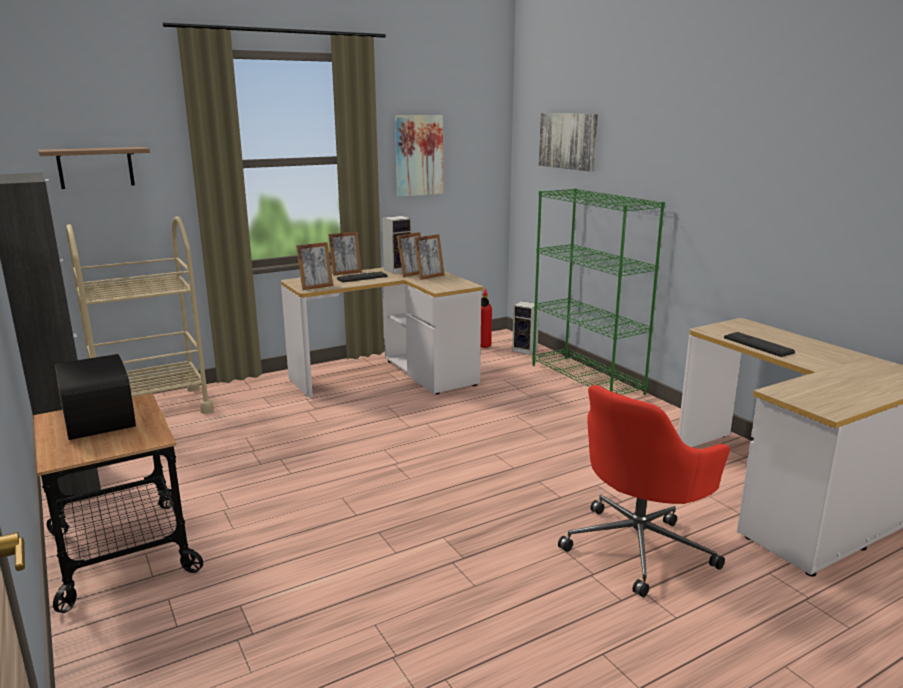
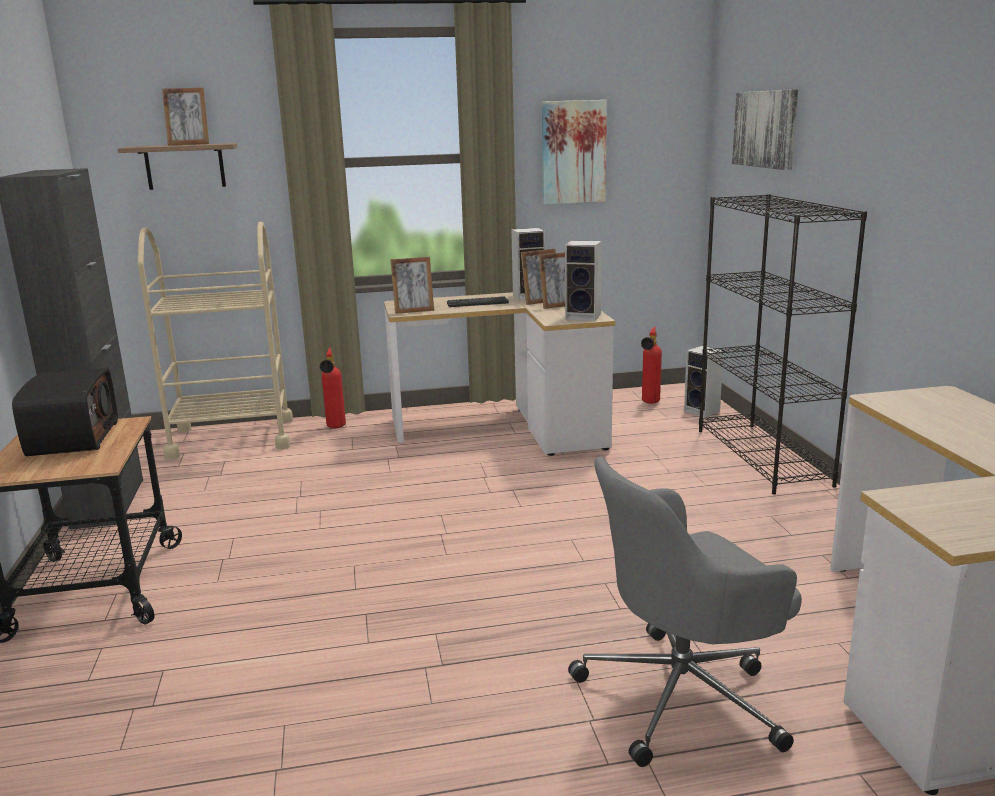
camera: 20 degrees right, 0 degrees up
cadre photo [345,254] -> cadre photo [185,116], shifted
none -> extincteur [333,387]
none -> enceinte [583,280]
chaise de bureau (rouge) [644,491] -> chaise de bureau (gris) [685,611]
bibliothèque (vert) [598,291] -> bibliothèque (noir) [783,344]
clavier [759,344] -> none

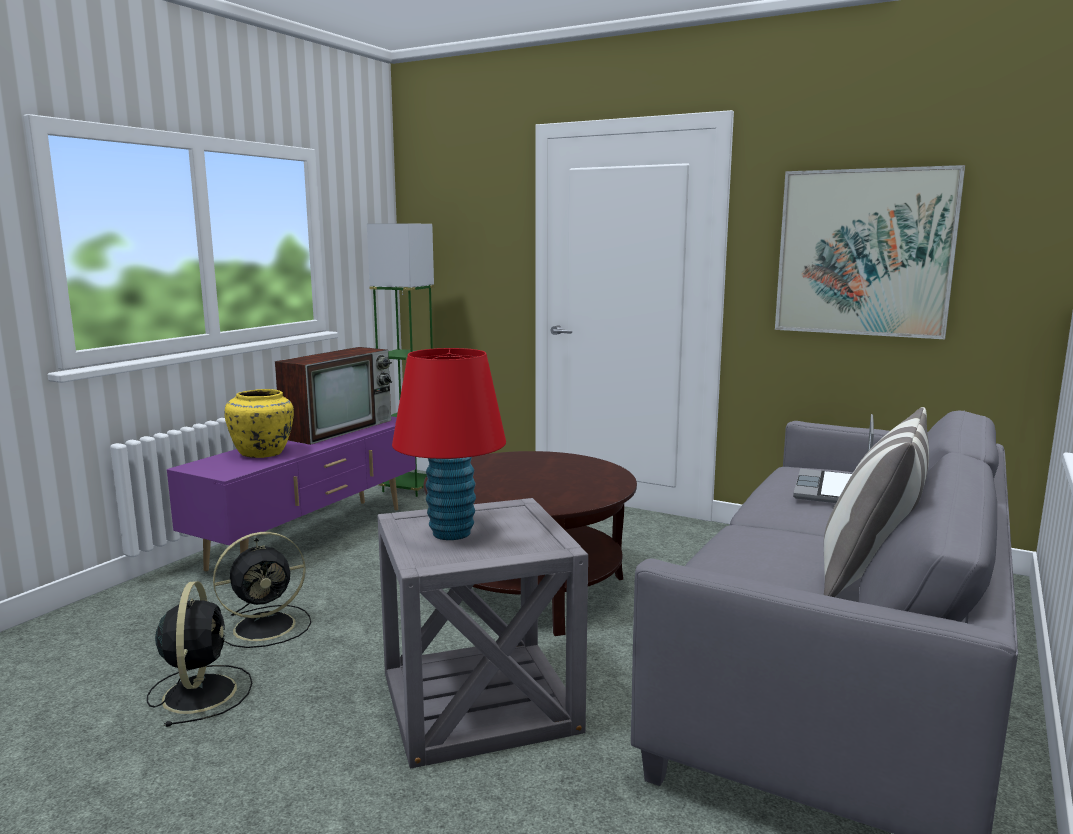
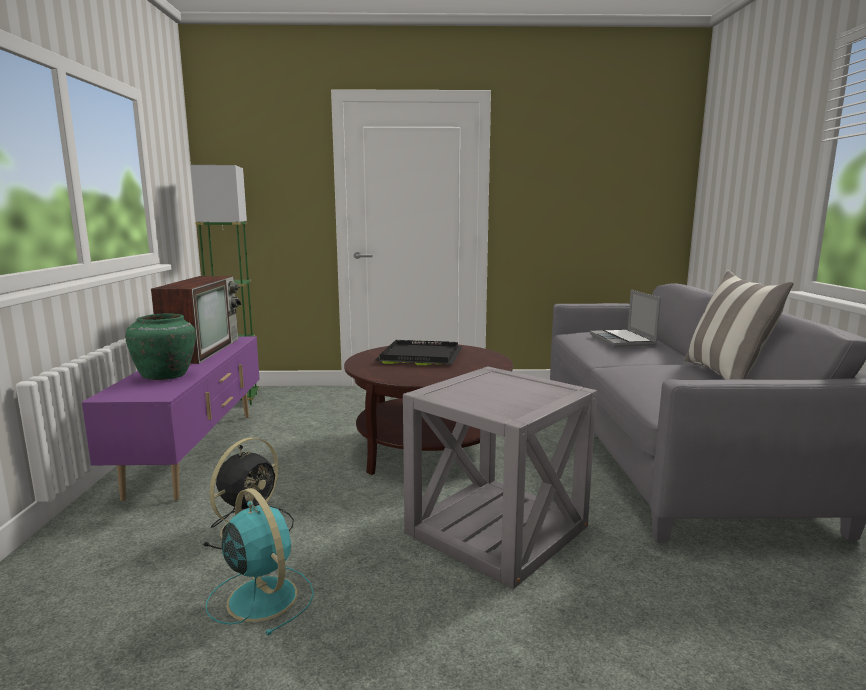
camera: 30 degrees left, 0 degrees up
vase (jaune) [259,423] -> vase (vert) [160,346]
ventilateur (noir) [199,654] -> ventilateur (turquoise) [260,561]
none -> plateau (noir) [418,352]
lampe de table (rouge) [449,444] -> none
tableau [870,252] -> none

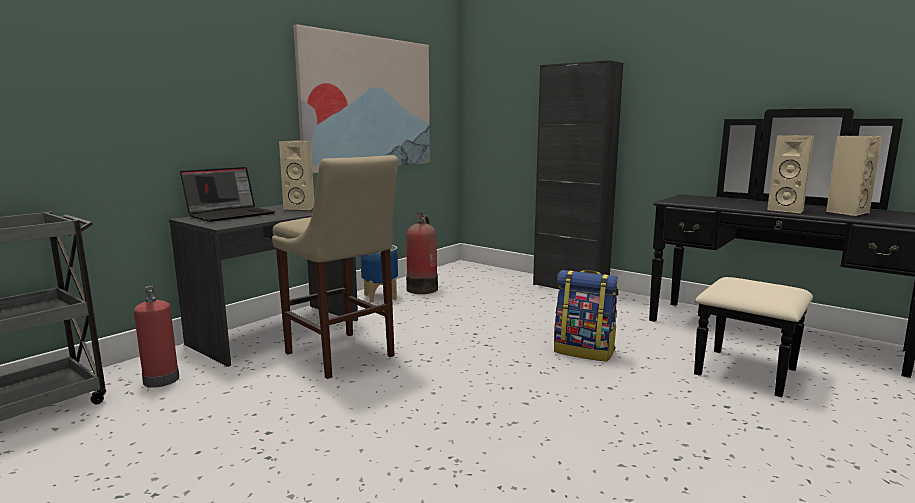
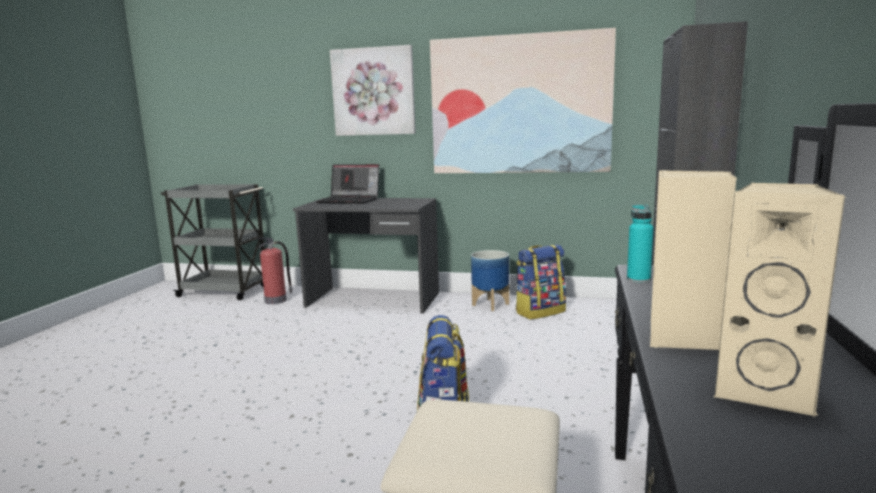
camera: 65 degrees right, 0 degrees up
none -> tableau [373,90]
extincteur [422,253] -> sac à dos [541,282]
none -> bouteille (turquoise) [640,244]
tabouret (beige) [335,267] -> none
enceinte (beige) [296,175] -> none

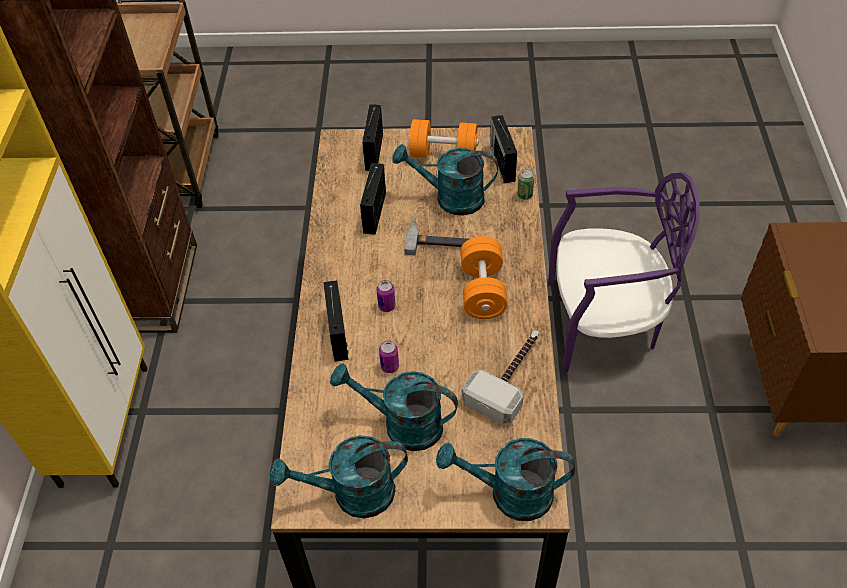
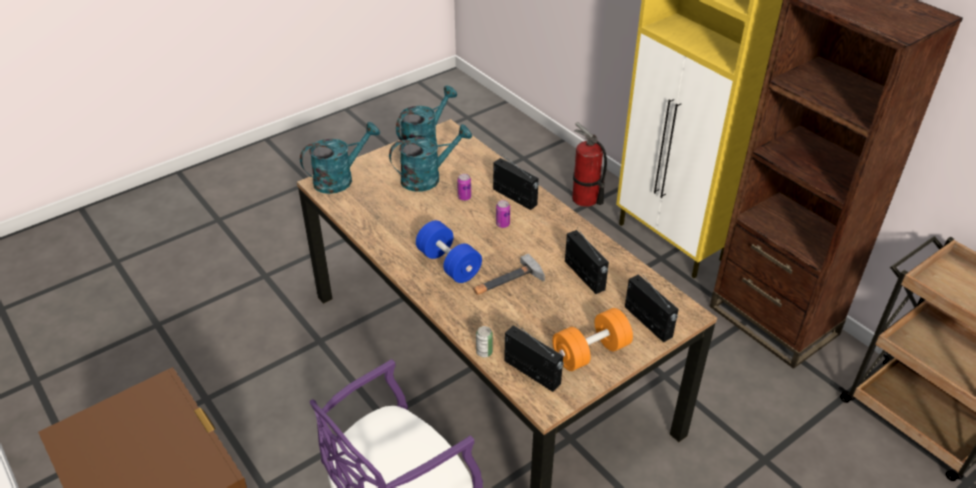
camera: 140 degrees right, 10 degrees down
haltère (orange) [483,277] -> haltère (bleu) [449,251]
none -> extincteur [589,164]
arrosoir (turquoise) [445,180] -> none
marteau [500,377] -> none

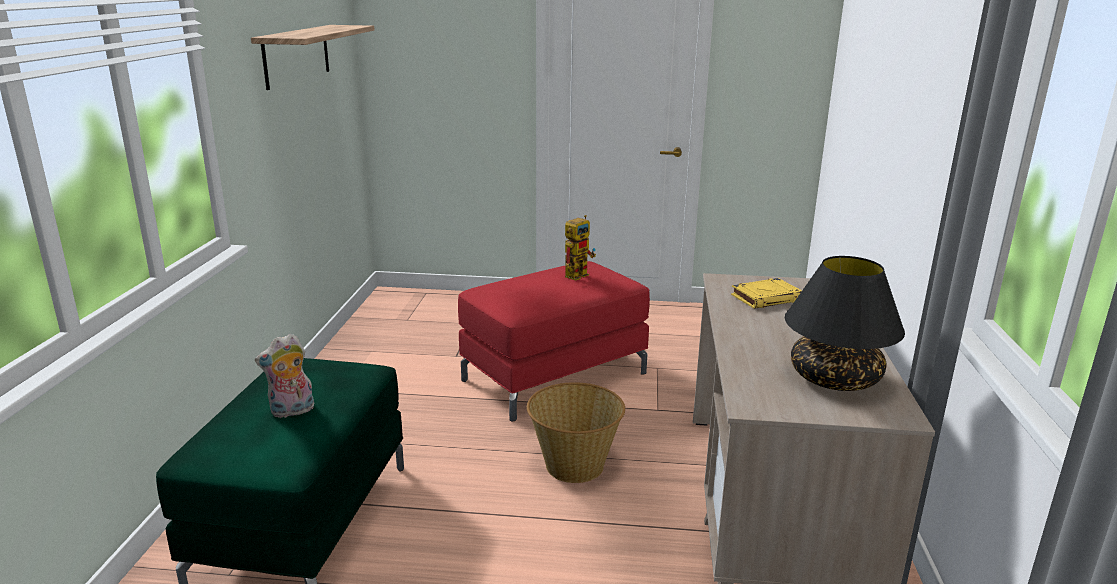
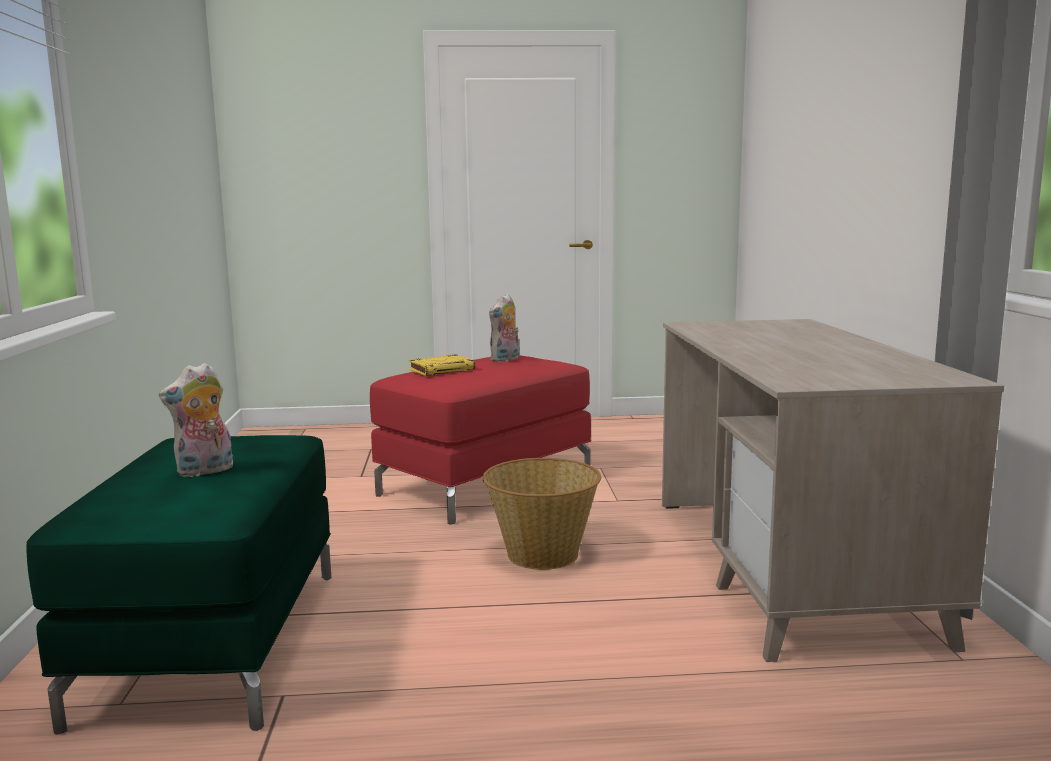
camera: 10 degrees left, 10 degrees down
livre (jaune) [766,293] -> livre (jaune) [441,365], shifted
robot jouet [580,248] -> peluche [504,328]
étagère [313,57] -> none
lampe de table (noir) [845,323] -> none

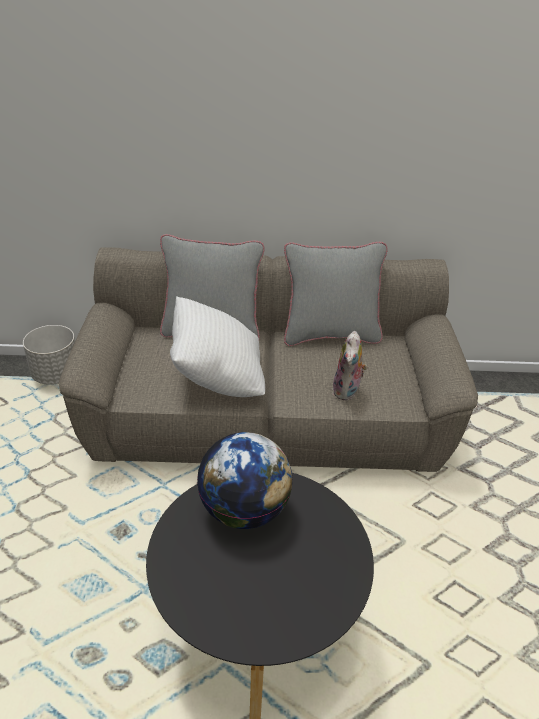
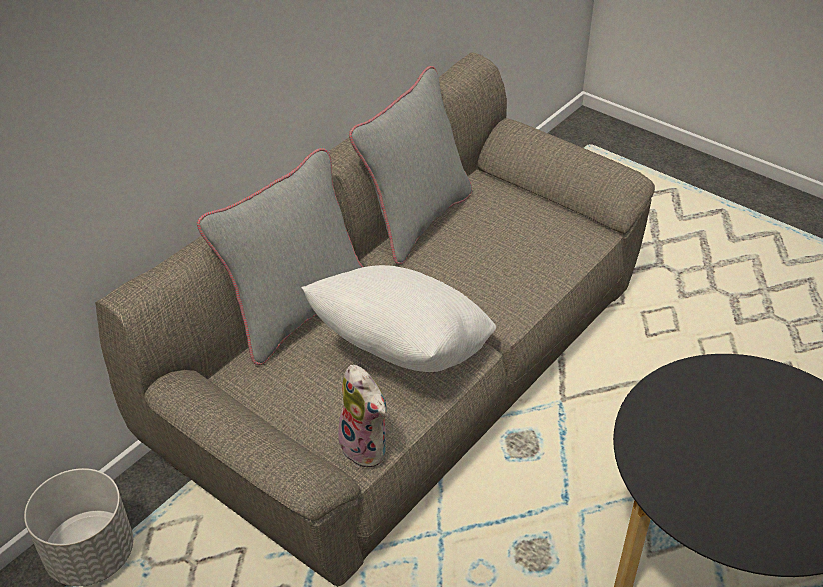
camera: 50 degrees left, 5 degrees up
peluche [349,366] -> peluche [360,416], shifted
globe [245,480] -> none

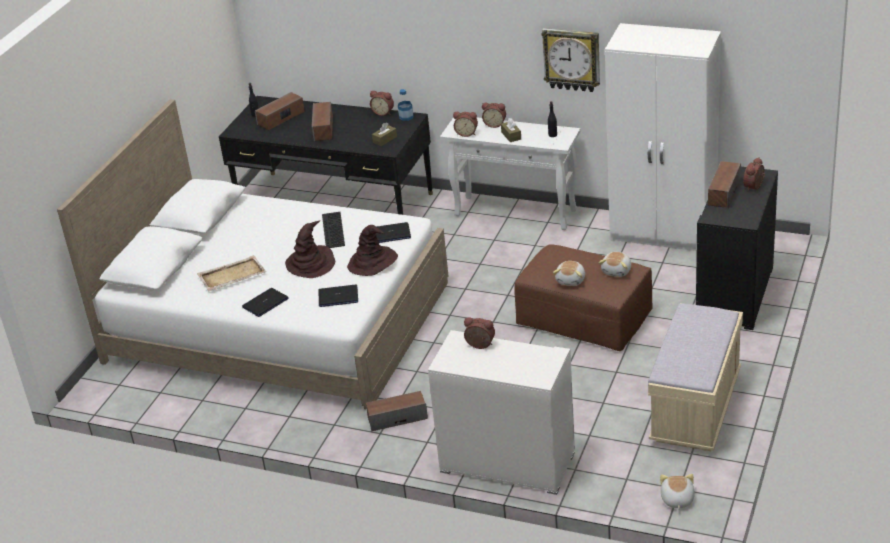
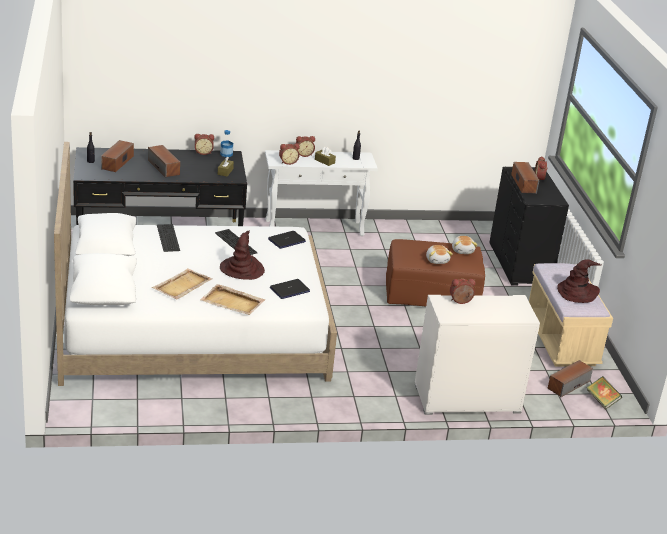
camera: 35 degrees left, 5 degrees down
none -> clavier [168,238]
ordinateur portable [265,302] -> plateau (beige) [232,299]
enceinte [397,411] -> enceinte [570,378], shifted
chapeau (marron) [372,250] -> chapeau (marron) [579,281], shifted
peluche [677,492] -> livre [604,392]
horloge murale [570,60] -> none
armoire (blanc) [663,137] -> none

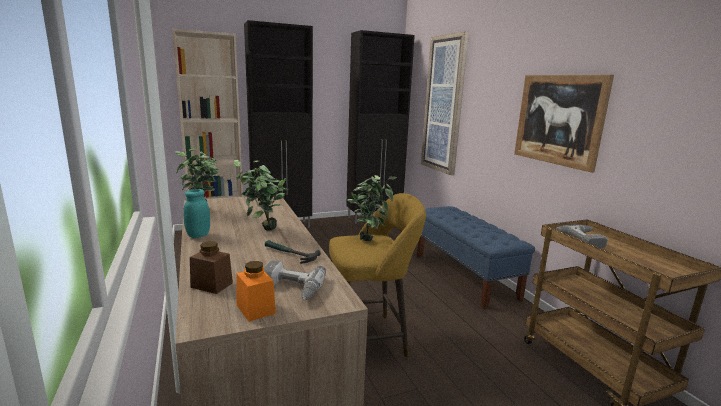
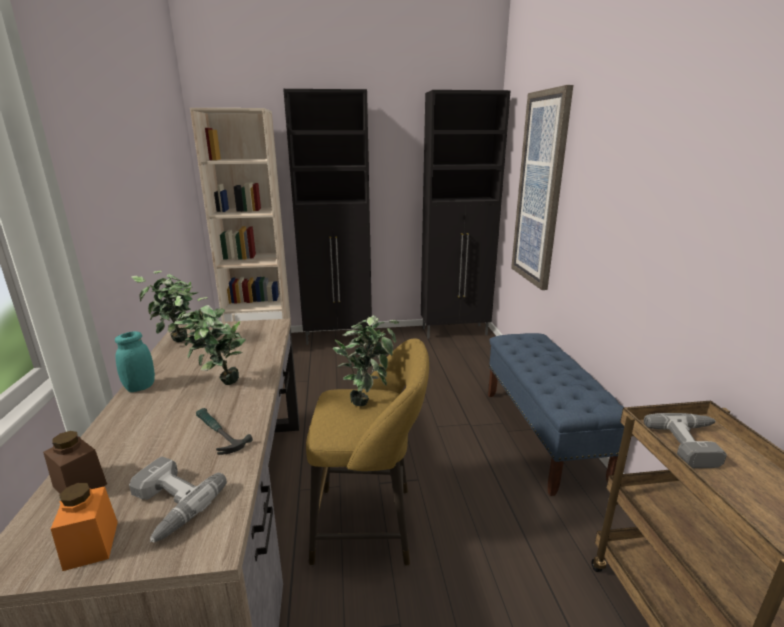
camera: 15 degrees right, 5 degrees up
tableau [564,124] -> none

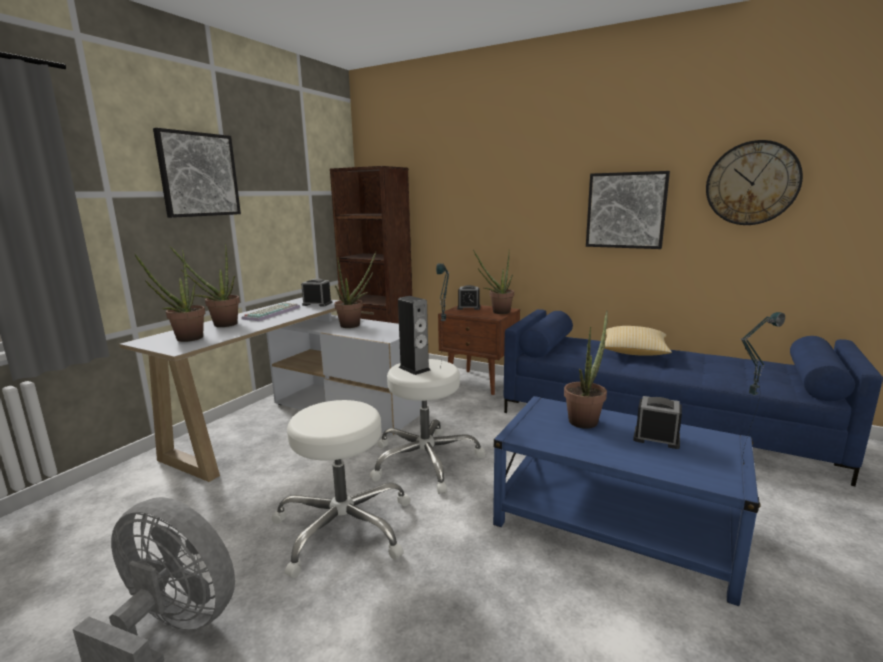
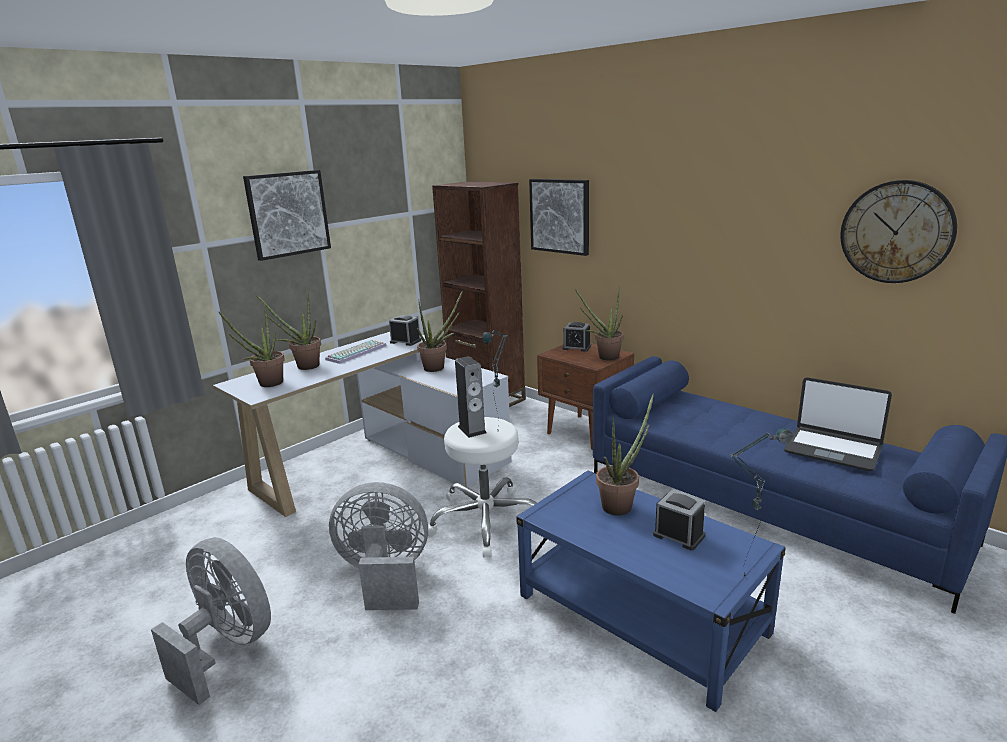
camera: 15 degrees right, 5 degrees up
tabouret (blanc) [341,489] -> ventilateur (gris) [378,546]
tableau [628,210] -> tableau [559,217], shifted
none -> ordinateur portable [838,424]
coussin [638,341] -> none

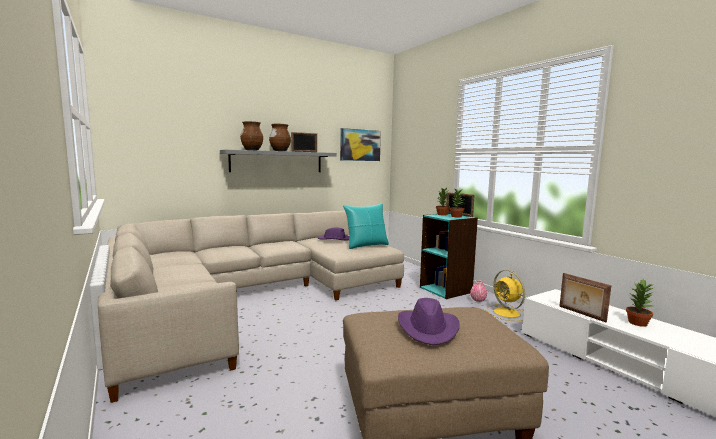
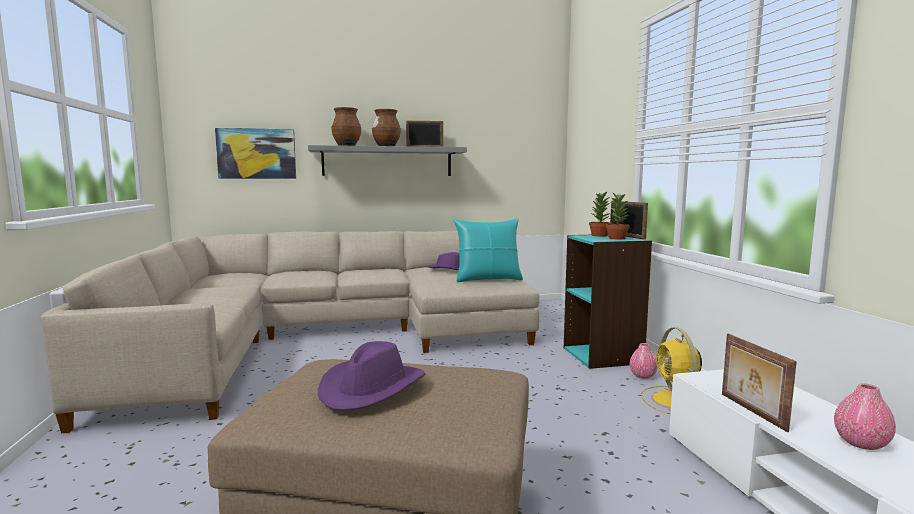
camera: 20 degrees right, 0 degrees up
tableau [360,144] -> tableau [255,153], shifted
plante en pot [639,303] -> vase (rose) [865,416]

